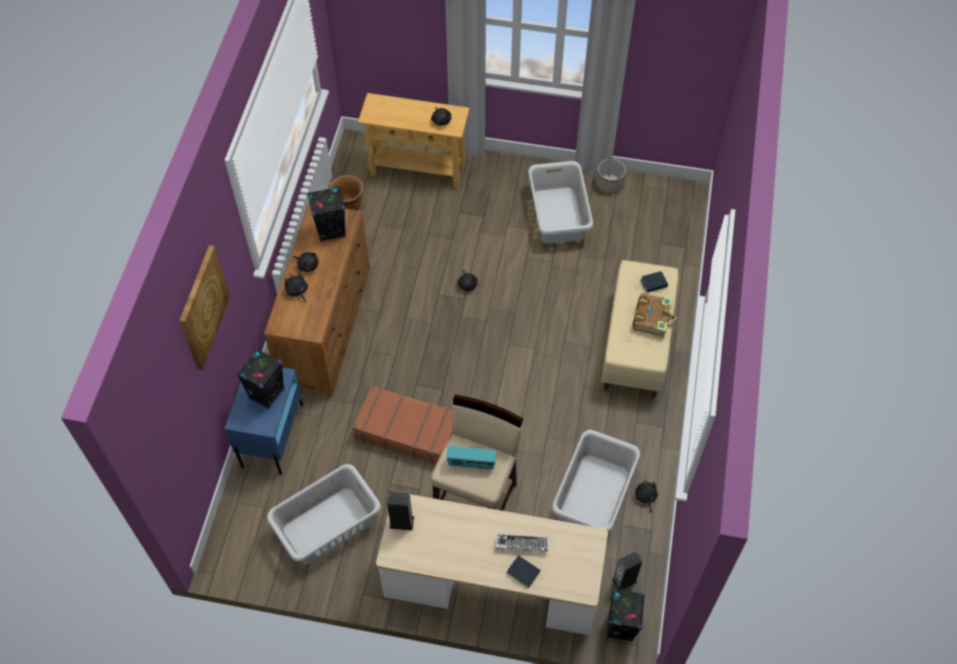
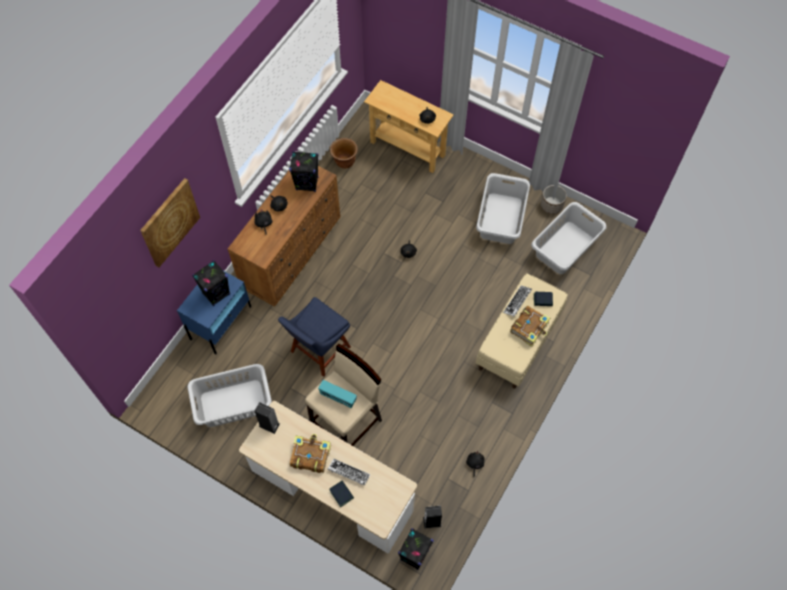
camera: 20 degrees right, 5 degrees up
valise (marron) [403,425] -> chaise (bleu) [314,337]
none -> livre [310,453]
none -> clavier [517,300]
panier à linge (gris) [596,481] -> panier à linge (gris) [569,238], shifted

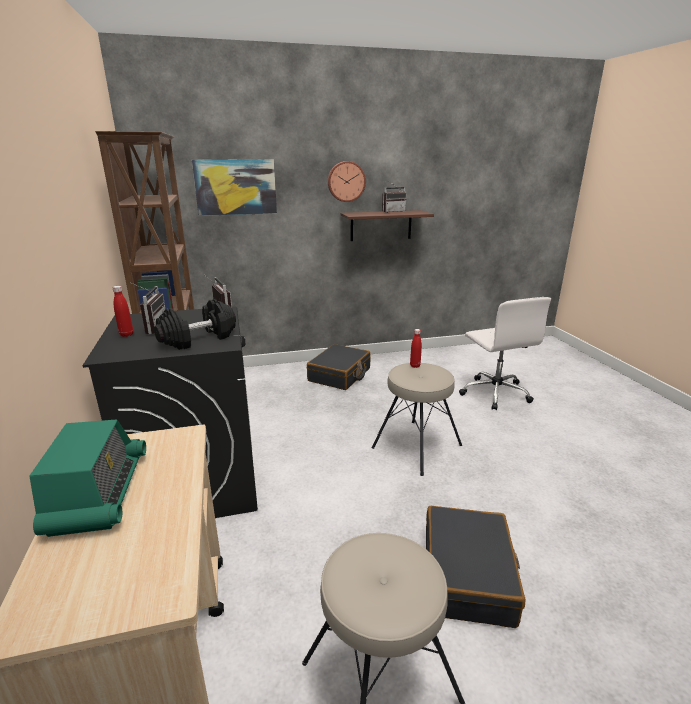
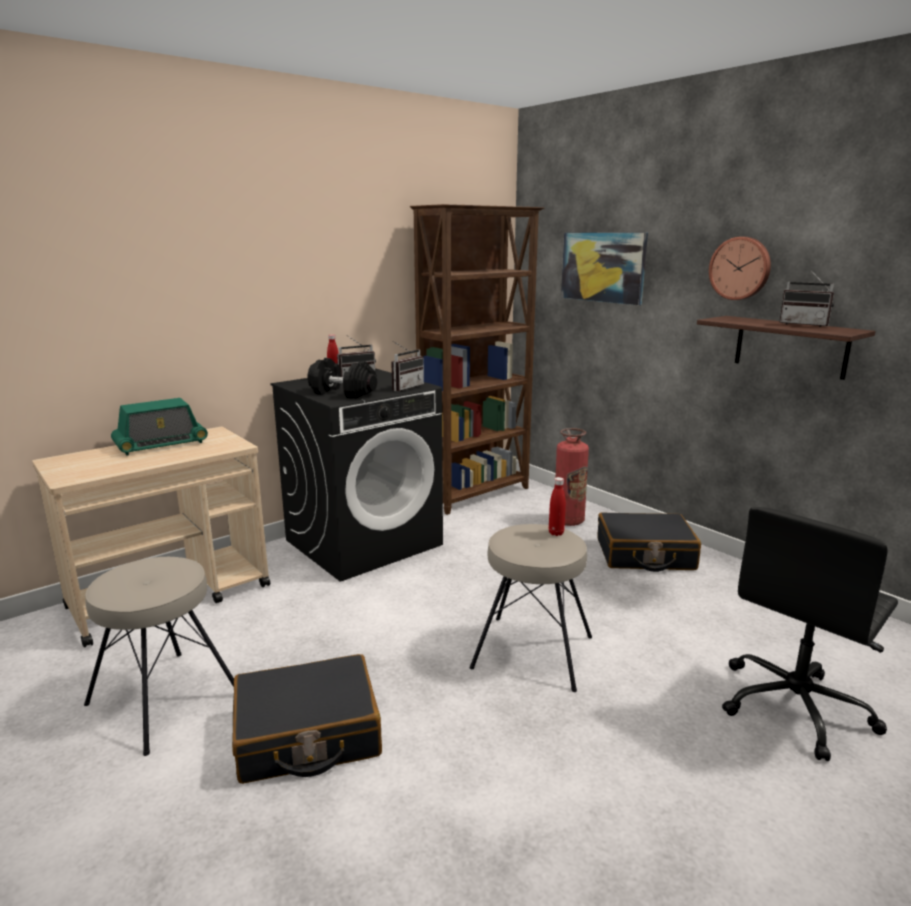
camera: 65 degrees right, 5 degrees down
none -> extincteur [572,477]
chaise de bureau (blanc) [505,353] -> chaise de bureau (noir) [810,634]

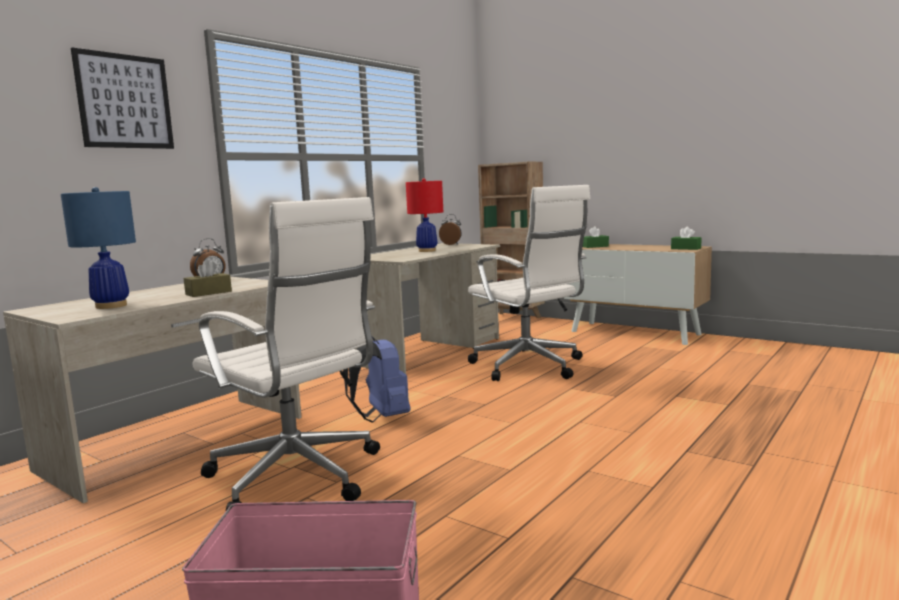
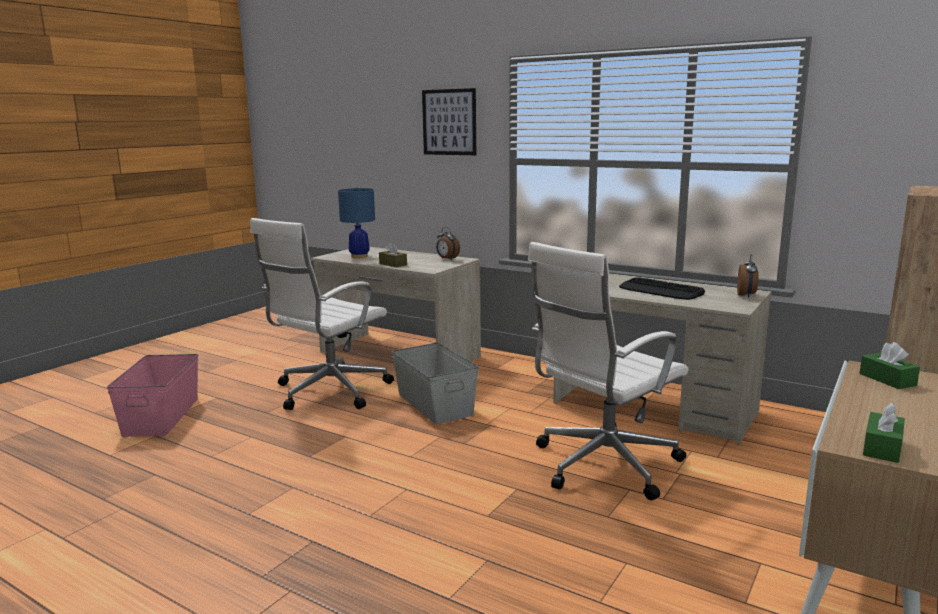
camera: 85 degrees right, 5 degrees up
sac à dos (bleu) [377,380] -> boîte de rangement (gris) [435,383]
lampe de table (rouge) [424,215] -> clavier [662,288]

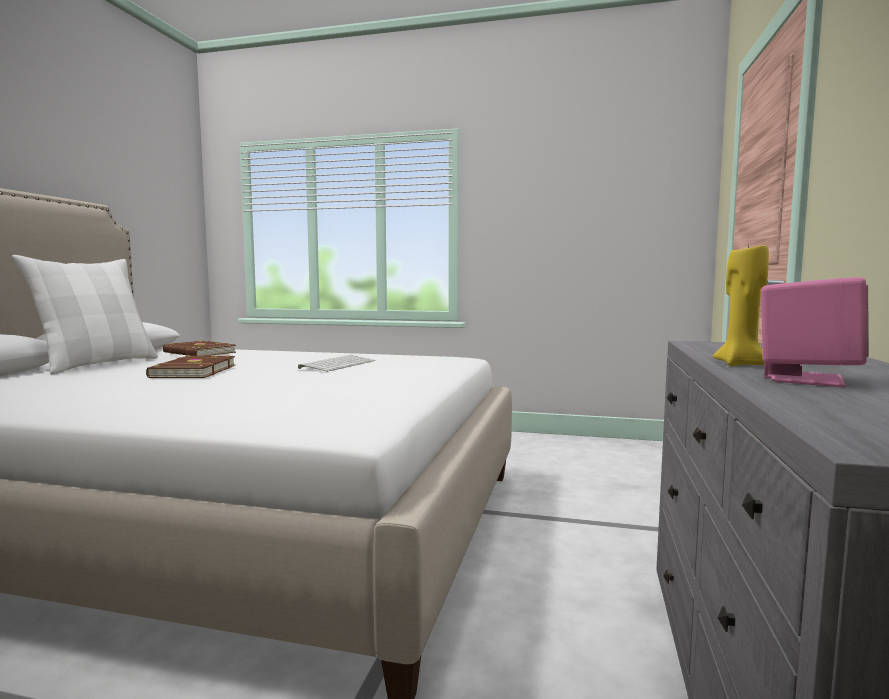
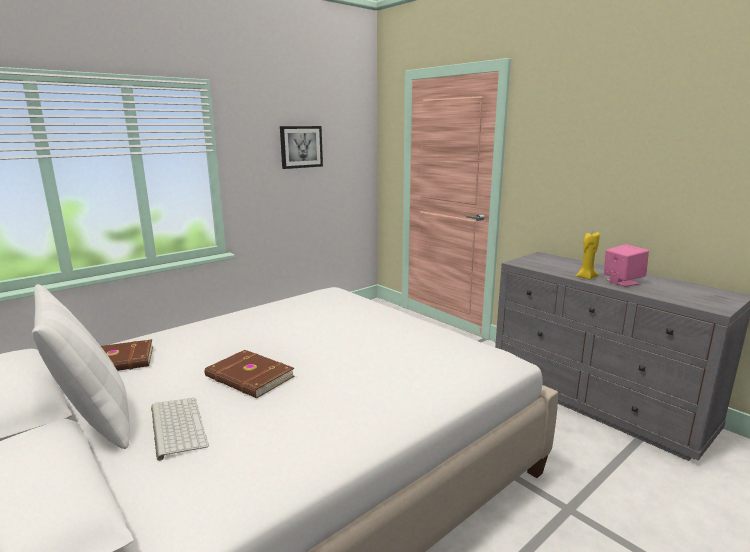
camera: 55 degrees left, 10 degrees up
clavier [336,363] -> clavier [180,429], shifted
none -> tableau [301,147]

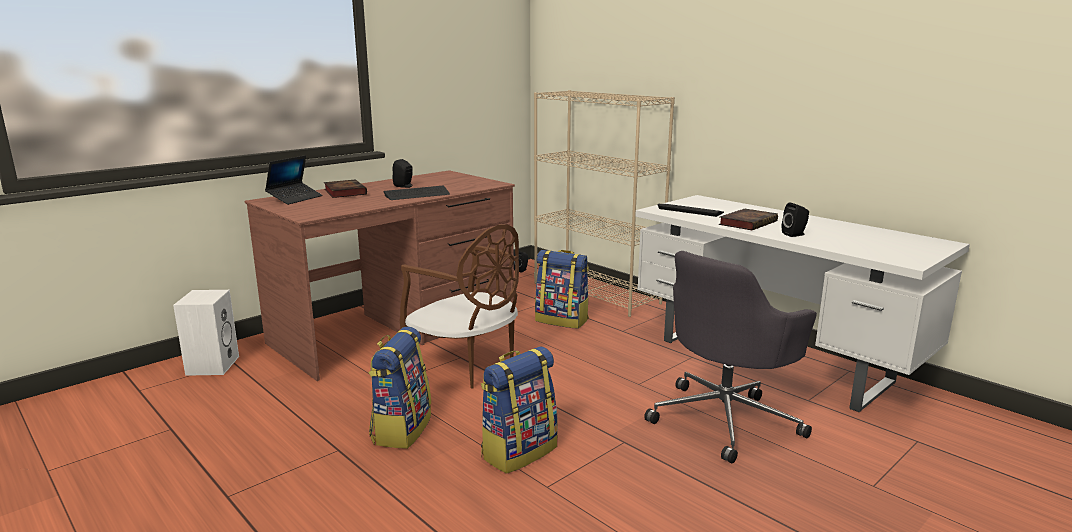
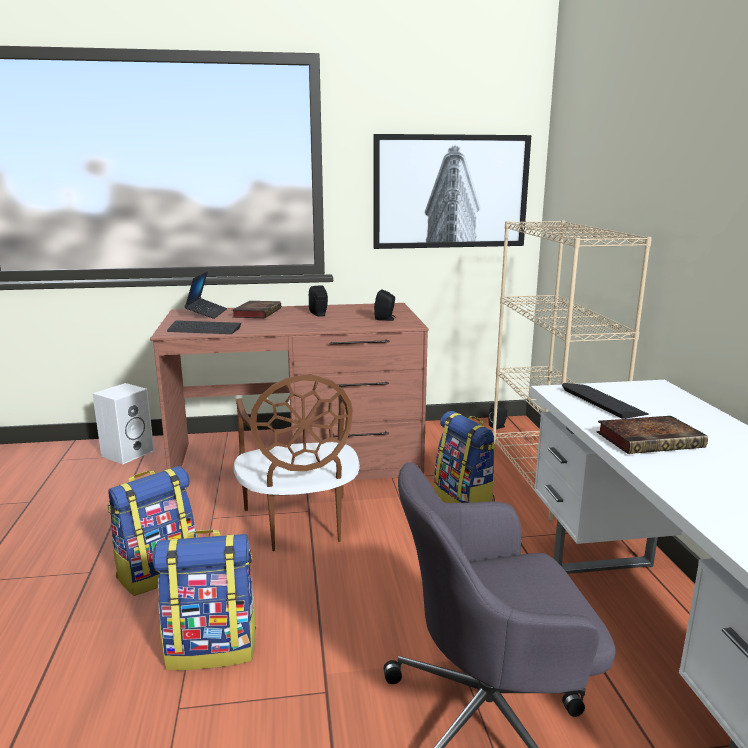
camera: 35 degrees right, 0 degrees up
clavier [416,192] -> clavier [204,327], shifted
ordinateur portable [294,180] -> ordinateur portable [205,295], 60 degrees counterclockwise
none -> tableau [452,191]
enceinte (noir) [795,219] -> enceinte (noir) [385,305], shifted

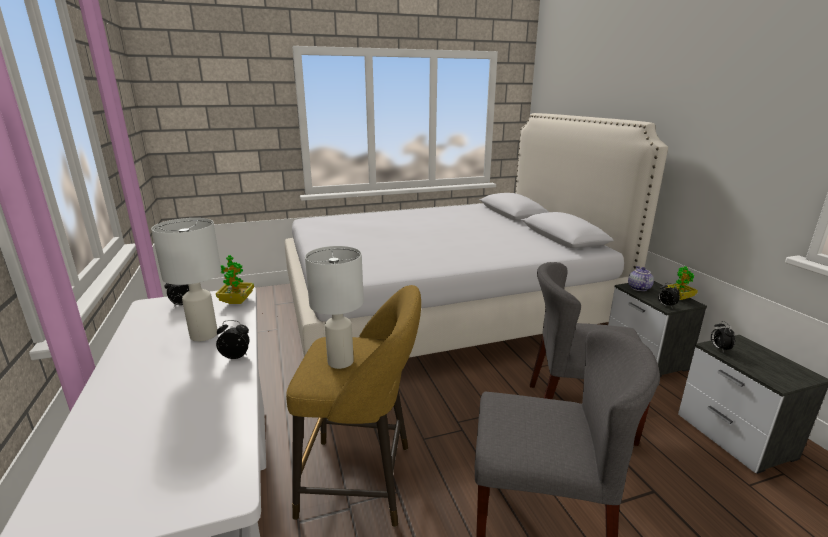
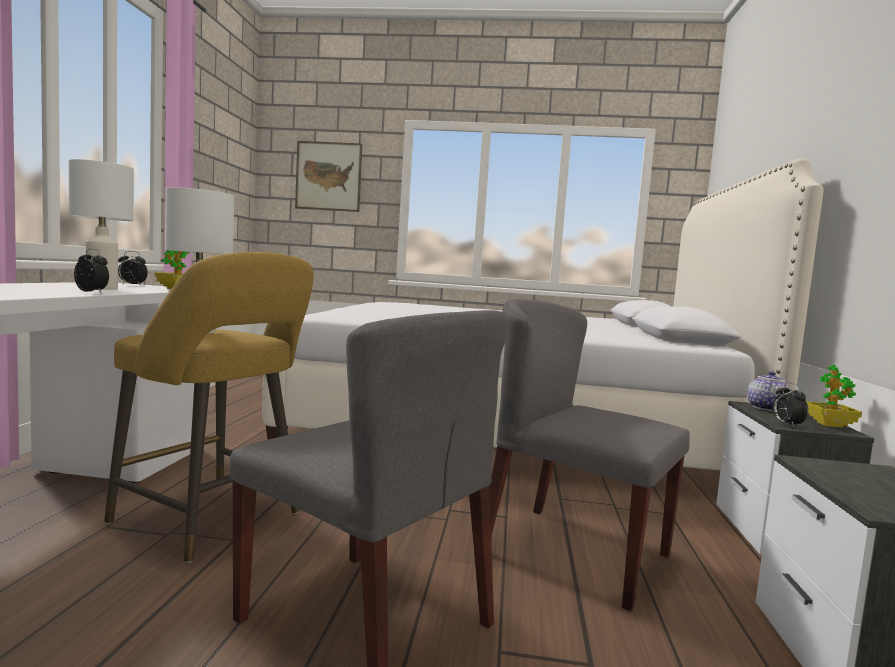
camera: 25 degrees right, 15 degrees down
none -> tableau [328,176]
réveil [723,337] -> none

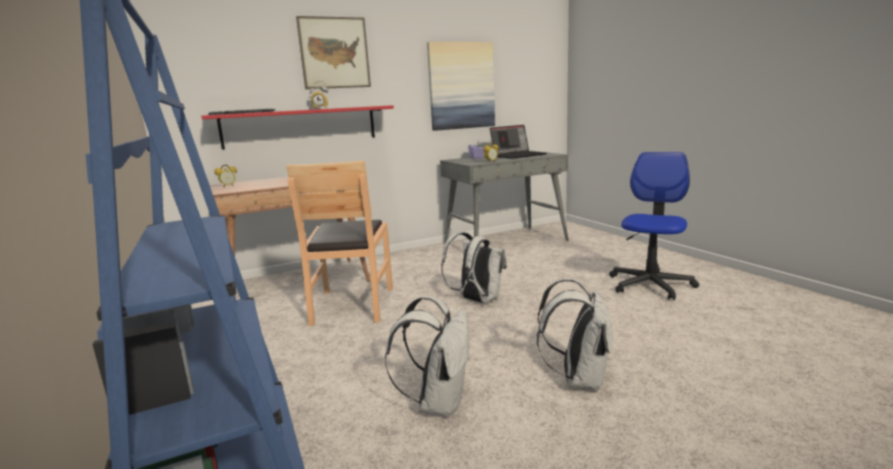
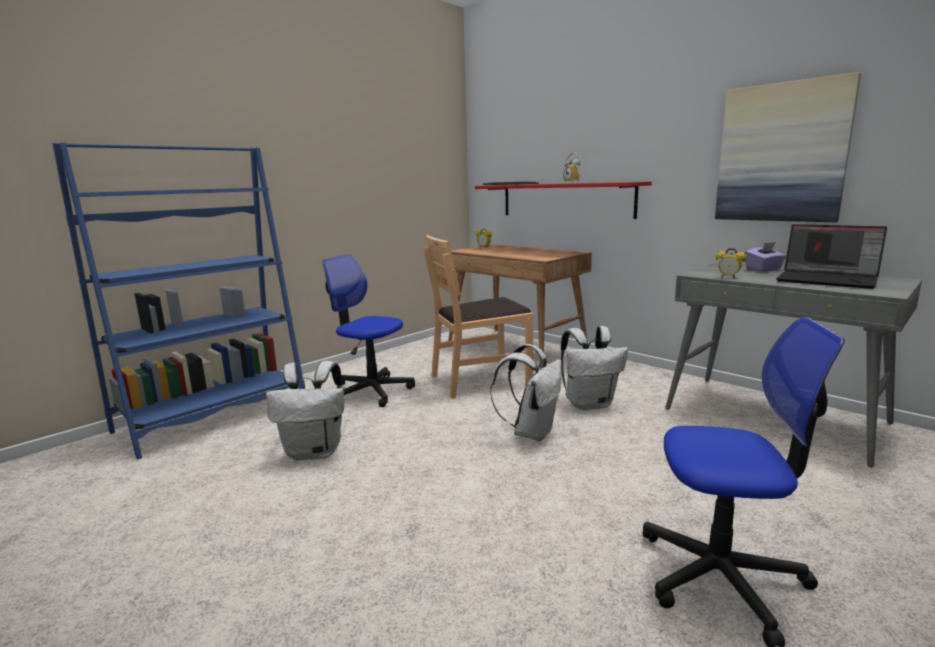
camera: 70 degrees right, 0 degrees up
none -> chaise de bureau [369,331]
sac à dos (blanc) [575,334] -> sac à dos (blanc) [594,368], shifted
tableau [333,52] -> none

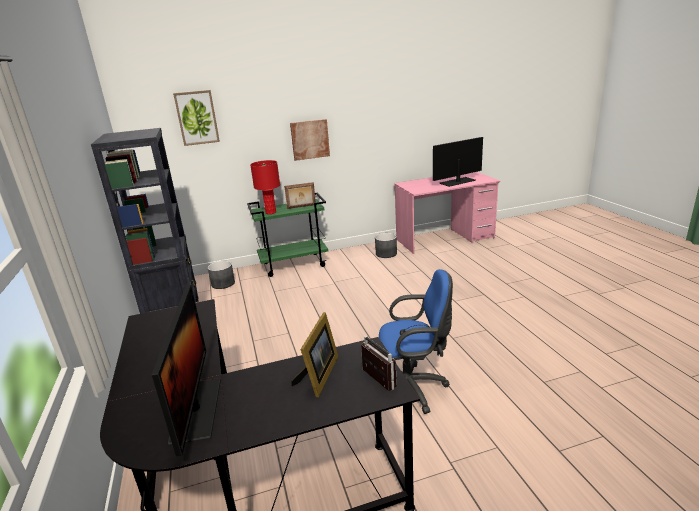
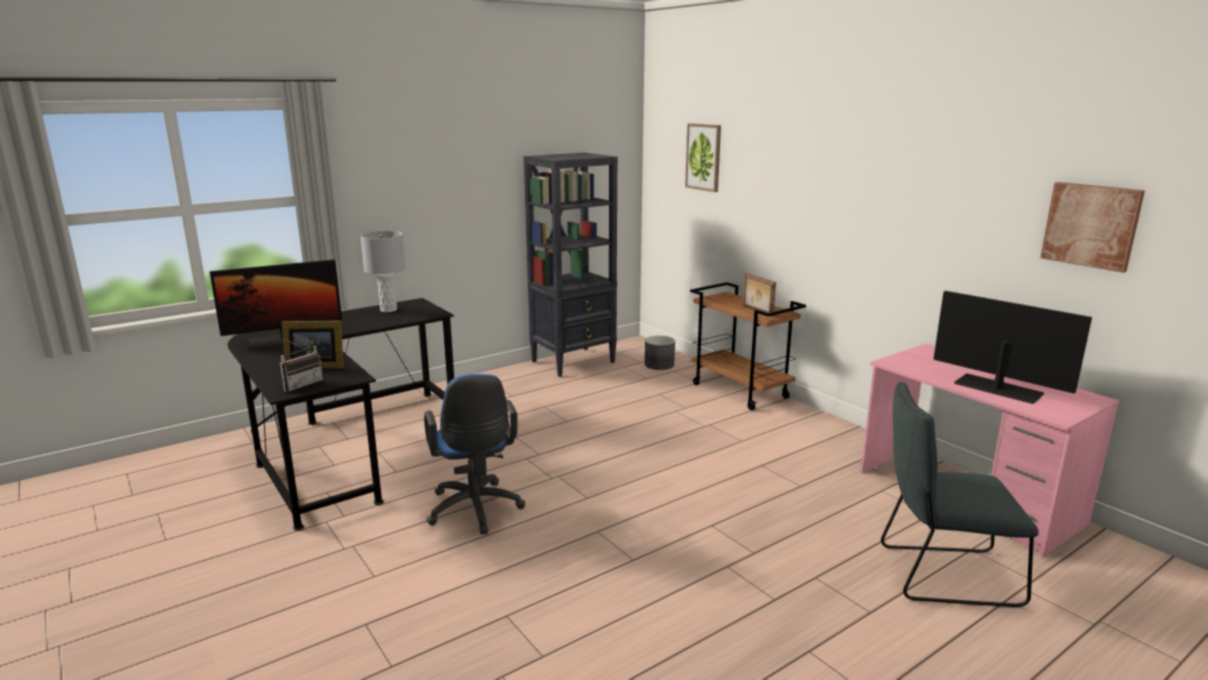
camera: 70 degrees right, 5 degrees down
none -> lampe de table (gris) [383,271]
chariot (vert) [287,235] -> chariot (marron) [748,346]
none -> chaise (gris) [960,494]
tableau [310,140] -> tableau [1092,227], shifted
lampe de table (rouge) [265,187] -> none
cache-pot (gris) [386,245] -> none

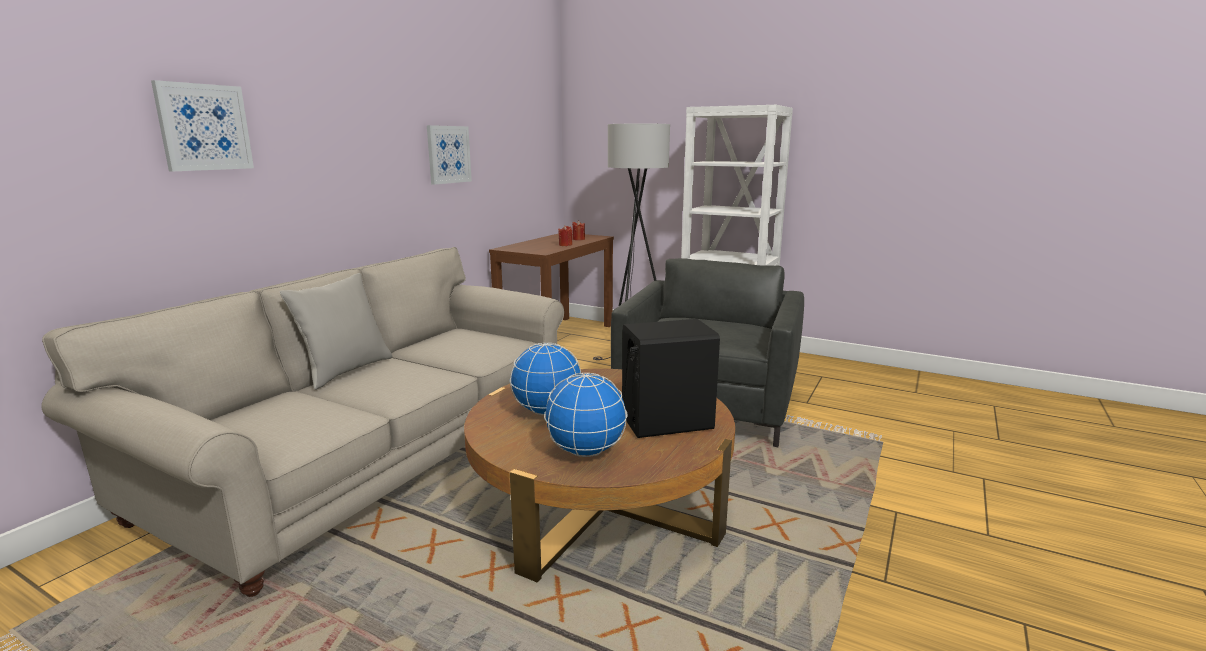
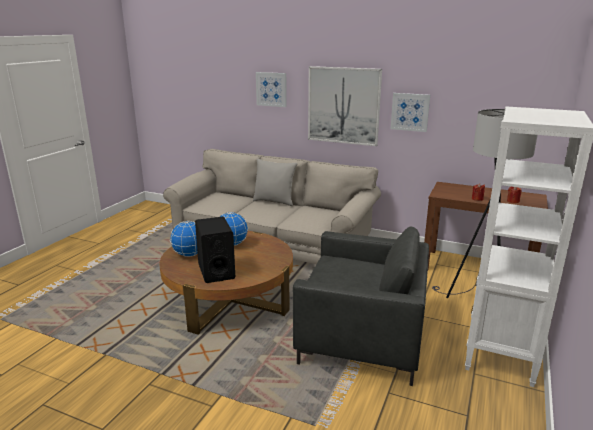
camera: 85 degrees right, 5 degrees up
none -> tableau [345,106]

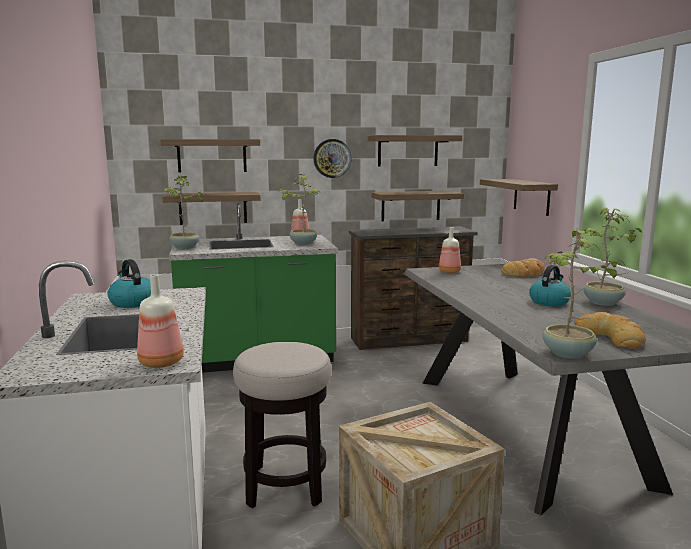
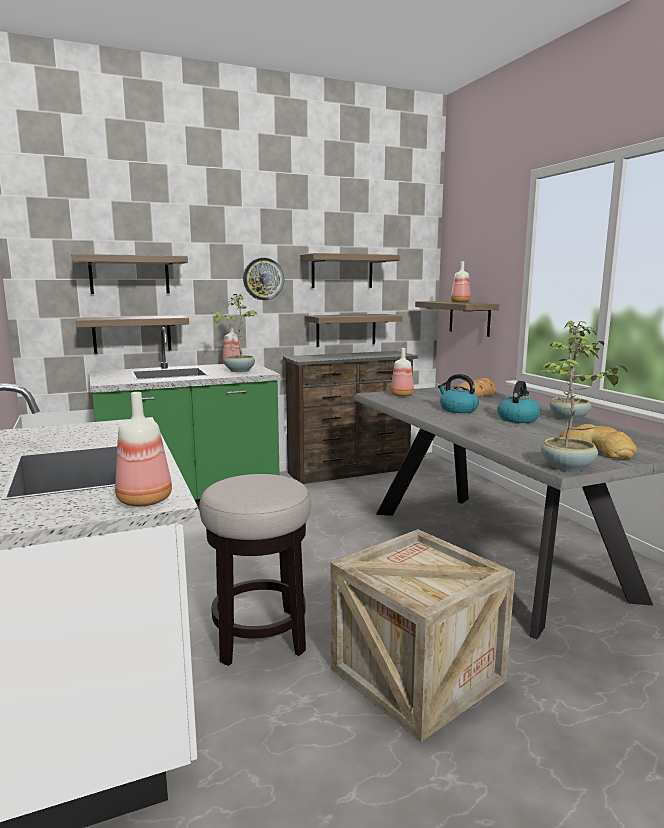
camera: 10 degrees left, 0 degrees up
bouilloire [129,283] -> bouilloire [458,393], shifted
none -> bouteille [461,282]
plante en pot [184,212] -> none

